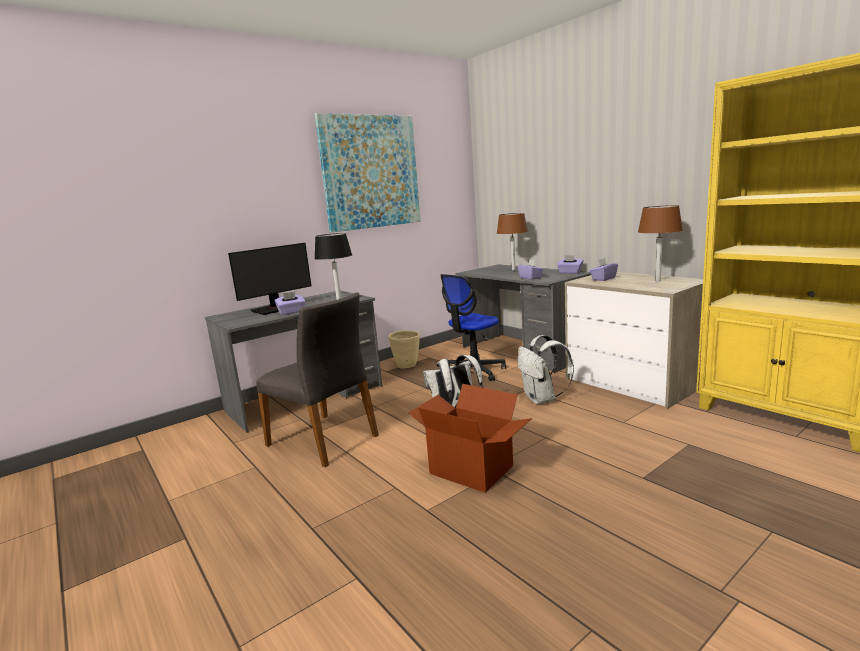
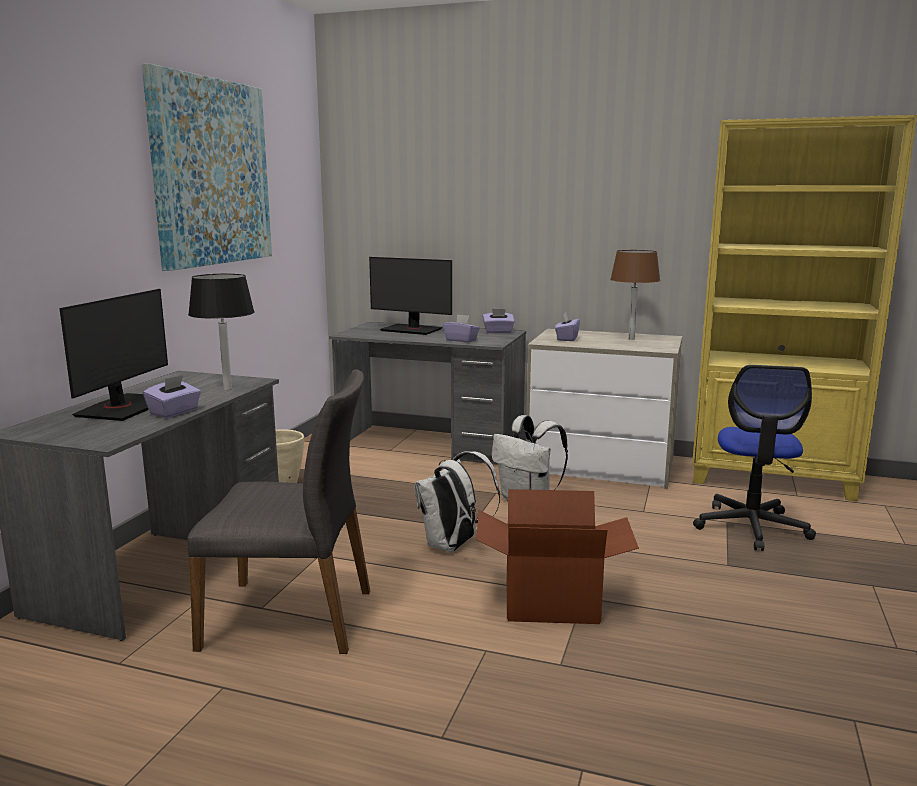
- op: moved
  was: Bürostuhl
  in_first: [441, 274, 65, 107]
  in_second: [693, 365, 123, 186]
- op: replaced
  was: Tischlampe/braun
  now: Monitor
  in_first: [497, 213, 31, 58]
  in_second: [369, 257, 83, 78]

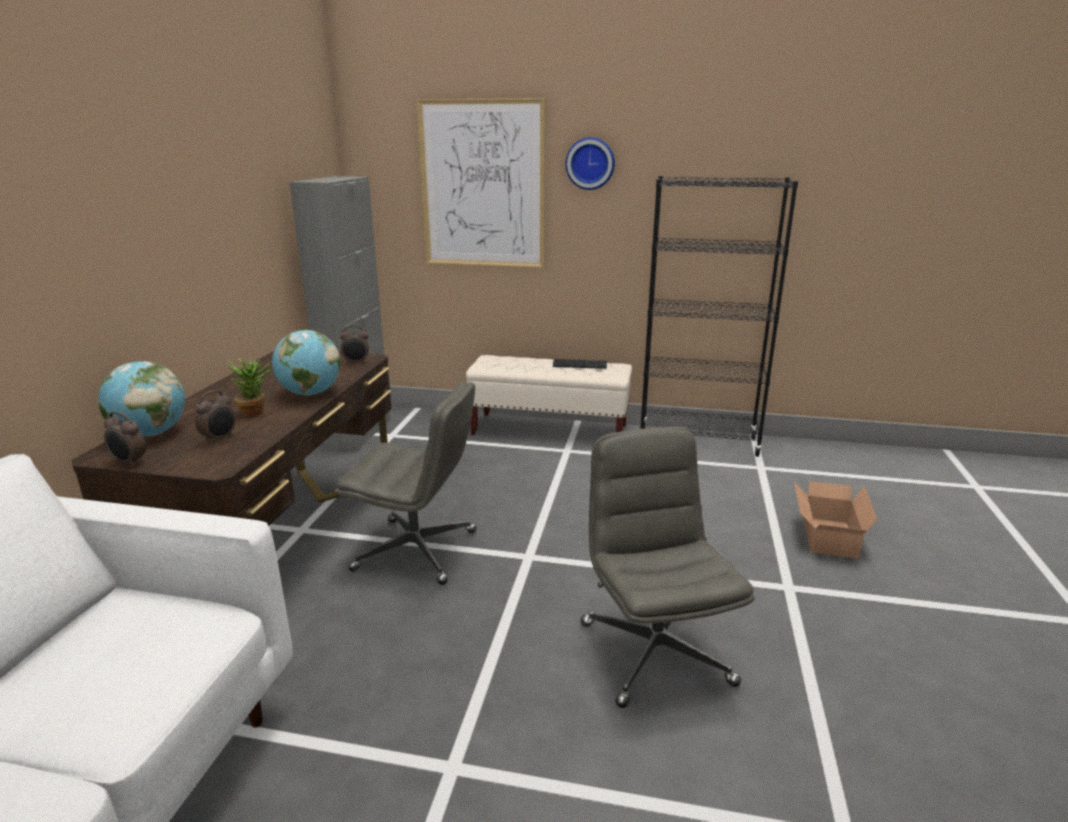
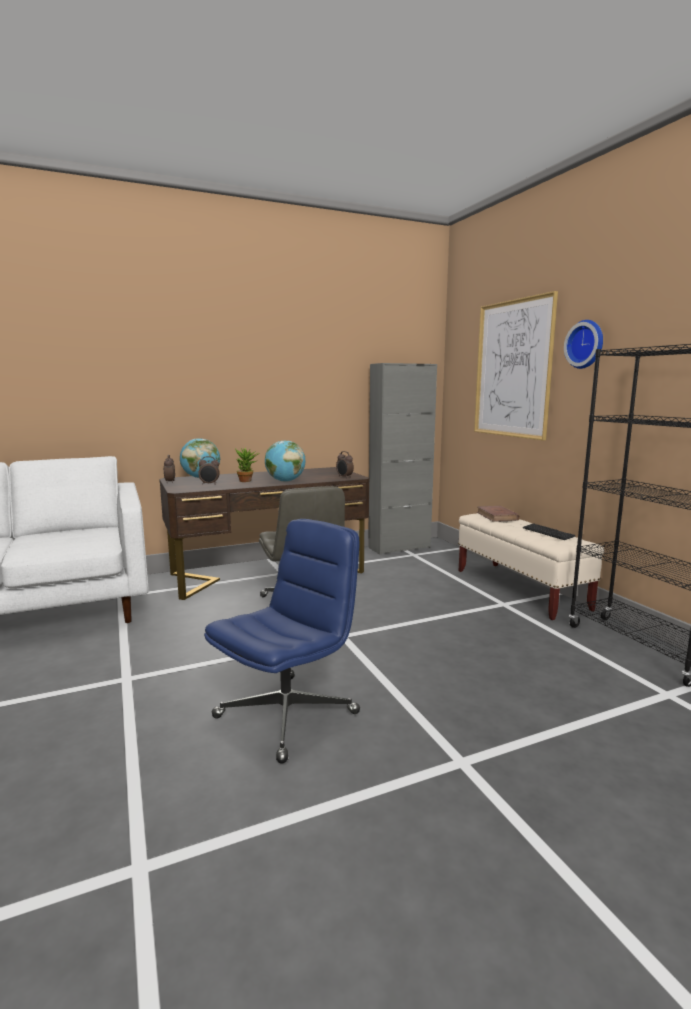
- op: recoloured
  was: Bürostuhl/grau
  now: Bürostuhl/blau
  in_first: [581, 427, 173, 281]
  in_second: [204, 519, 156, 245]
- op: removed
  was: Karton
  in_first: [794, 481, 83, 78]
- op: added
  now: Buch/braun
  in_second: [477, 506, 43, 16]

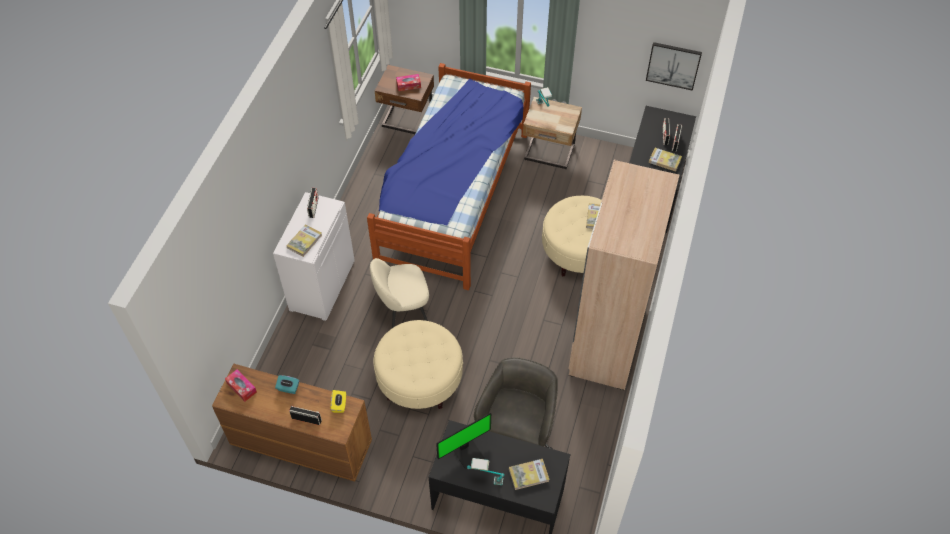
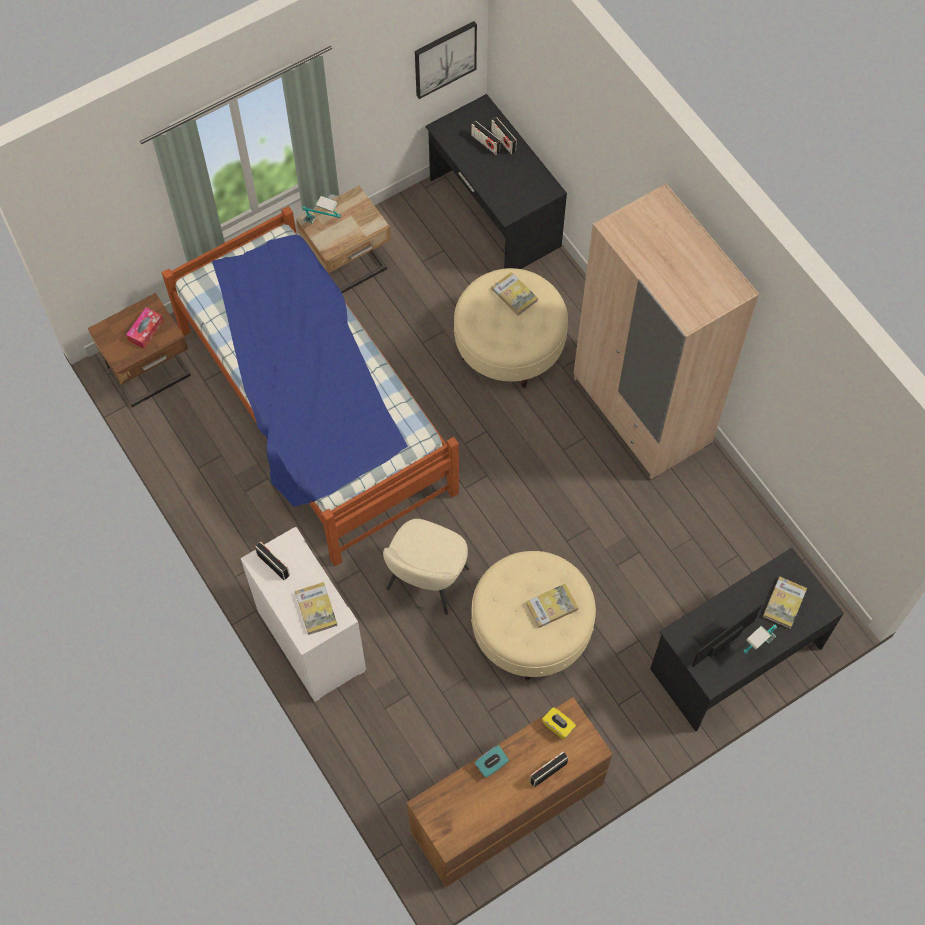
- op: removed
  was: Taschentuchbox
  in_first: [225, 369, 32, 33]
- op: turned
  was: Monitor
  in_first: [436, 413, 55, 56]
  in_second: [692, 604, 70, 63]
  clockwise: -135
- op: removed
  was: Bürostuhl/grau
  in_first: [474, 357, 84, 92]
- op: moved
  was: Buch
  in_first: [649, 148, 33, 24]
  in_second: [526, 584, 52, 44]

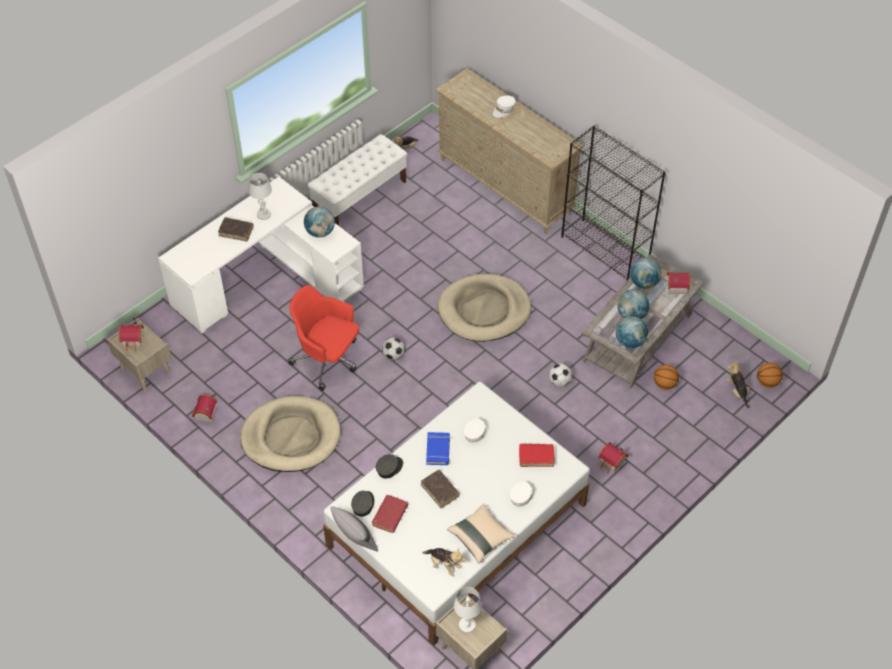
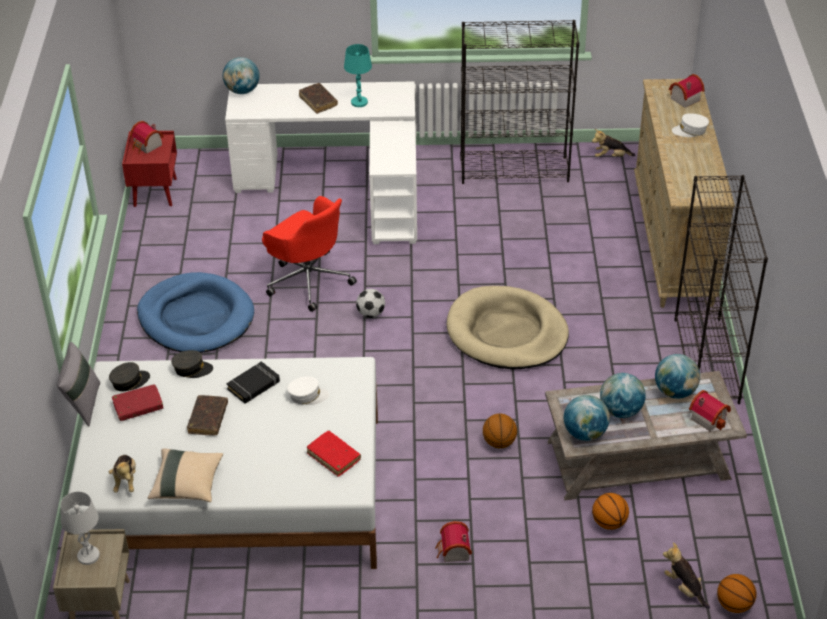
- op: recoloured
  was: Nachttisch/beige
  now: Nachttisch/rot
  in_first: [107, 318, 65, 74]
  in_second: [122, 131, 55, 76]
- op: moved
  was: Spielzeughaus
  in_first: [192, 395, 25, 28]
  in_second: [669, 74, 36, 34]
- op: recoloured
  was: Hundebett/beige
  now: Hundebett/blau
  in_first: [240, 396, 101, 76]
  in_second: [137, 272, 117, 81]
- op: recoloured
  was: Tischlampe/weiß
  now: Tischlampe/türkis
  in_first: [249, 173, 23, 47]
  in_second: [344, 44, 28, 63]
- op: turned
  was: Bürostuhl/rot
  in_first: [288, 285, 71, 106]
  in_second: [262, 196, 95, 116]
  clockwise: 150
- op: moved
  was: Globus
  in_first: [304, 207, 31, 31]
  in_second: [223, 57, 36, 37]
- op: replaced
  was: Bank/weiß
  now: Bücherregal/schwarz
  in_first: [307, 134, 100, 92]
  in_second: [460, 20, 119, 164]
- op: recoloured
  was: Buch/blau
  now: Buch/schwarz
  in_first: [426, 432, 24, 33]
  in_second: [226, 361, 54, 43]
- op: removed
  was: Kappe/weiß
  in_first: [510, 481, 24, 26]
- op: replaced
  was: Fußball
  now: Basketball
  in_first: [549, 363, 23, 23]
  in_second: [483, 414, 34, 34]
- op: turned
  was: Plüschtier
  in_first: [727, 361, 23, 47]
  in_second: [663, 542, 47, 67]
  clockwise: -60

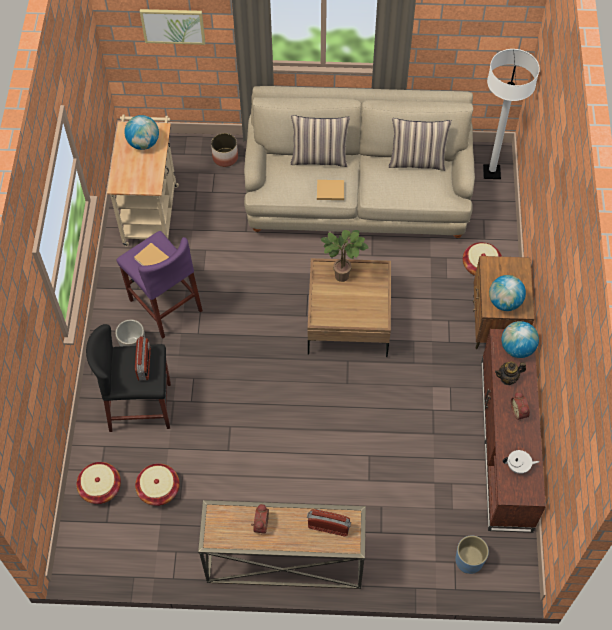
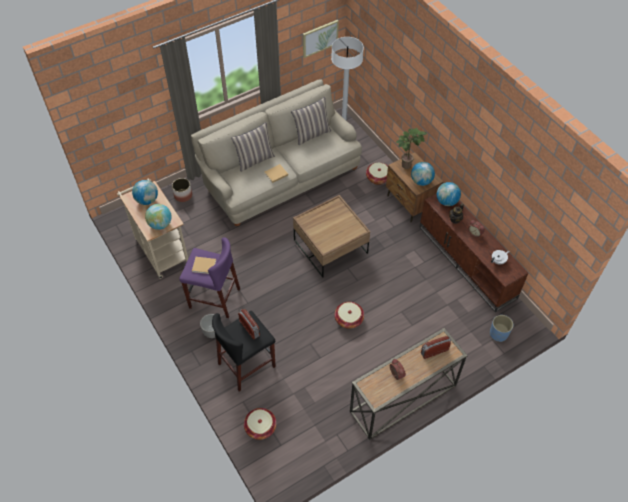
- op: moved
  was: Korb
  in_first: [135, 463, 45, 43]
  in_second: [335, 302, 29, 27]
- op: moved
  was: Bild
  in_first: [140, 9, 65, 36]
  in_second: [303, 20, 36, 38]
- op: moved
  was: Topfpflanze
  in_first: [321, 230, 47, 52]
  in_second: [396, 128, 31, 41]
- op: added
  now: Globus
  in_second: [145, 204, 27, 26]

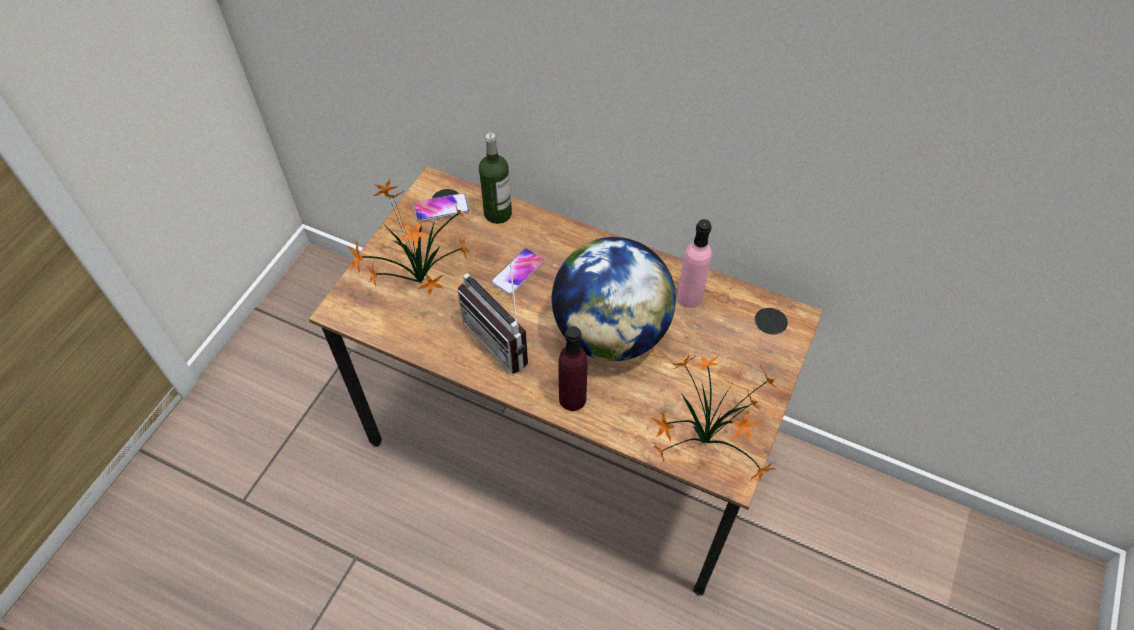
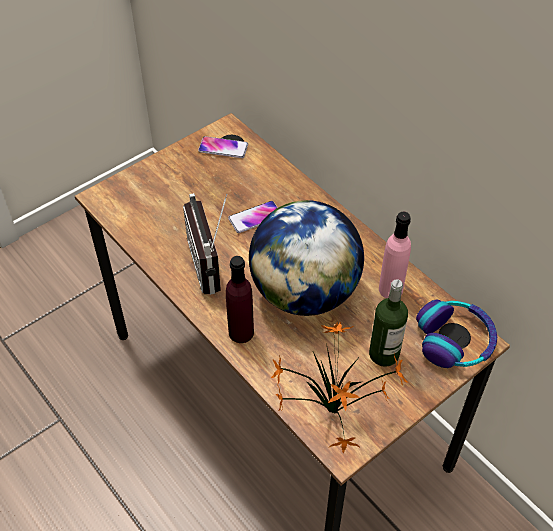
- op: removed
  was: Topfpflanze
  in_first: [347, 178, 123, 119]
- op: moved
  was: Flasche
  in_first: [479, 133, 33, 91]
  in_second: [369, 279, 39, 88]
- op: added
  now: Kopfhörer
  in_second: [416, 300, 81, 68]

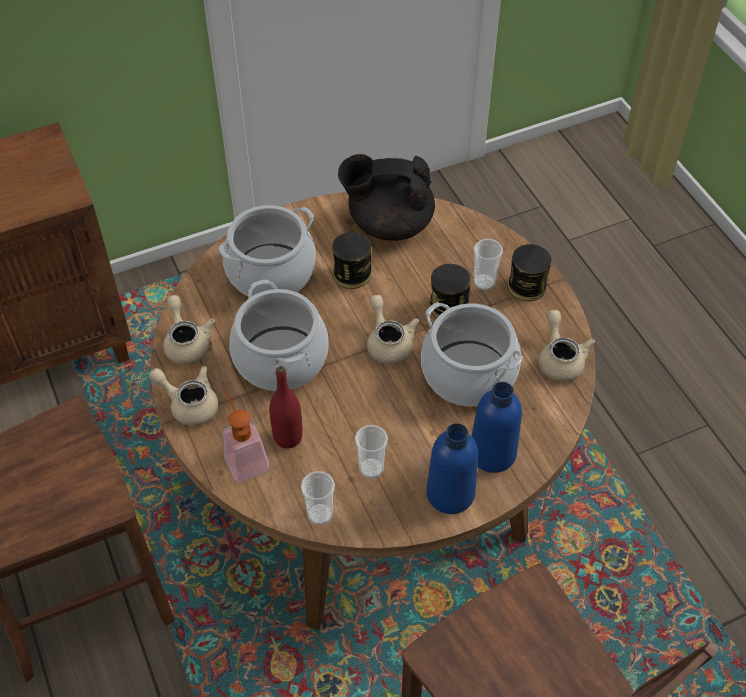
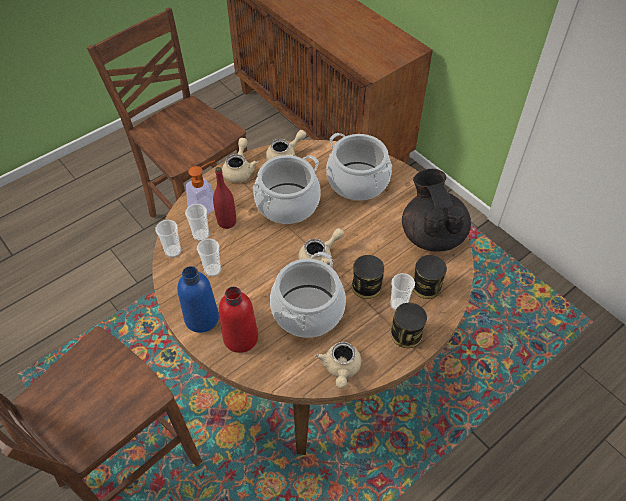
- op: moved
  was: Dose
  in_first: [332, 232, 39, 57]
  in_second: [413, 255, 34, 44]
- op: recoloured
  was: Flasche/blau
  now: Flasche/rot
  in_first: [472, 382, 50, 91]
  in_second: [219, 287, 39, 66]
- op: turned
  was: Teekanne/beige
  in_first: [539, 310, 56, 72]
  in_second: [316, 342, 45, 47]
  clockwise: 120
- op: added
  now: Tasse
  in_second: [185, 204, 24, 37]

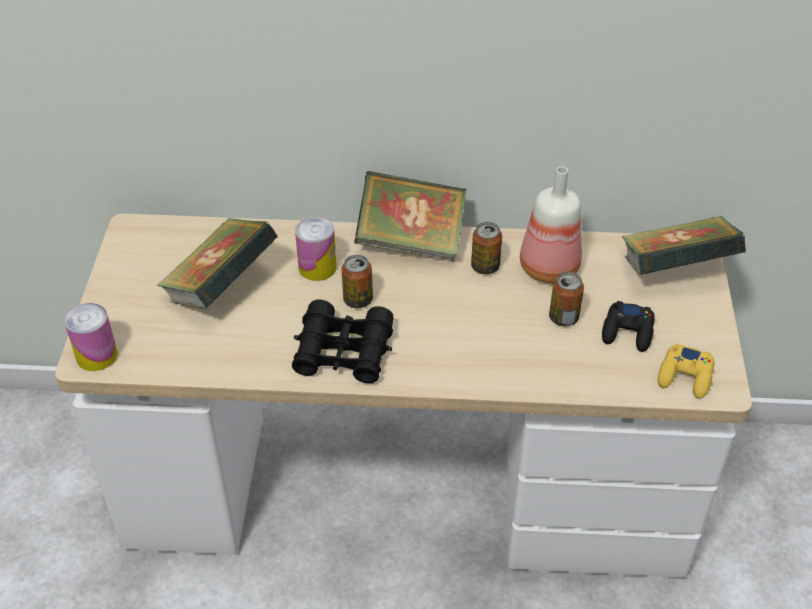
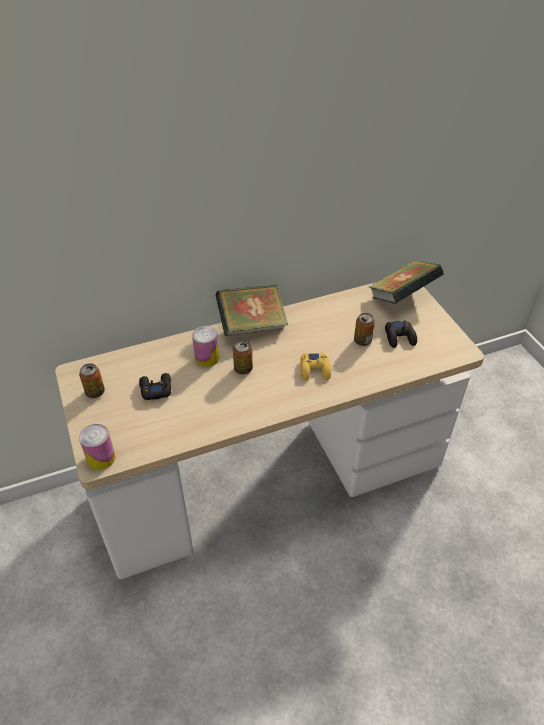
- op: replaced
  was: Buch
  now: Gamepad/schwarz
  in_first: [157, 218, 121, 91]
  in_second: [139, 373, 32, 27]
- op: removed
  was: Fernglas/schwarz
  in_first: [292, 300, 102, 83]
- op: moved
  was: Dose
  in_first: [471, 222, 31, 52]
  in_second: [79, 363, 26, 35]
- op: removed
  was: Flasche
  in_first: [520, 166, 62, 117]
- op: moved
  was: Gamepad/gelb
  in_first: [658, 343, 57, 56]
  in_second: [300, 352, 31, 29]

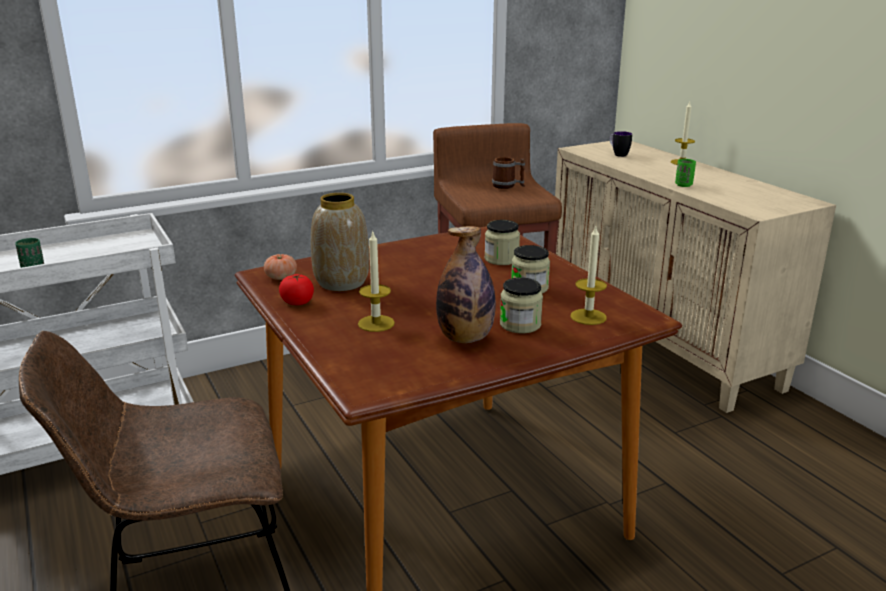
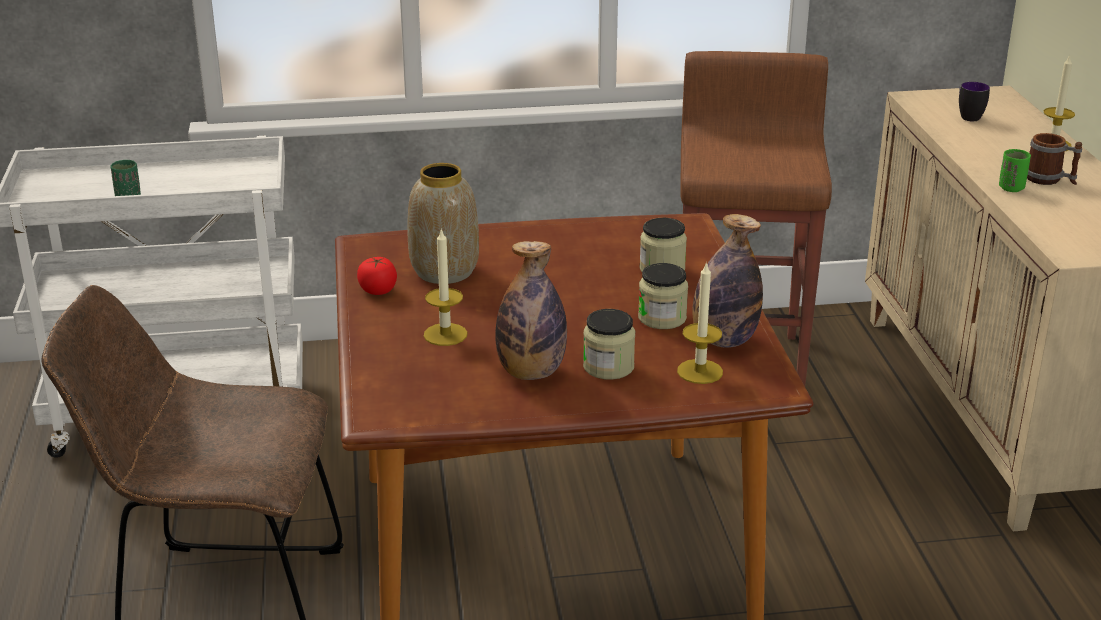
- op: removed
  was: Tomate
  in_first: [264, 254, 33, 26]
- op: moved
  was: Henkelbecher
  in_first: [492, 157, 33, 32]
  in_second: [1027, 133, 55, 52]
- op: added
  now: Flasche
  in_second: [692, 214, 71, 134]

